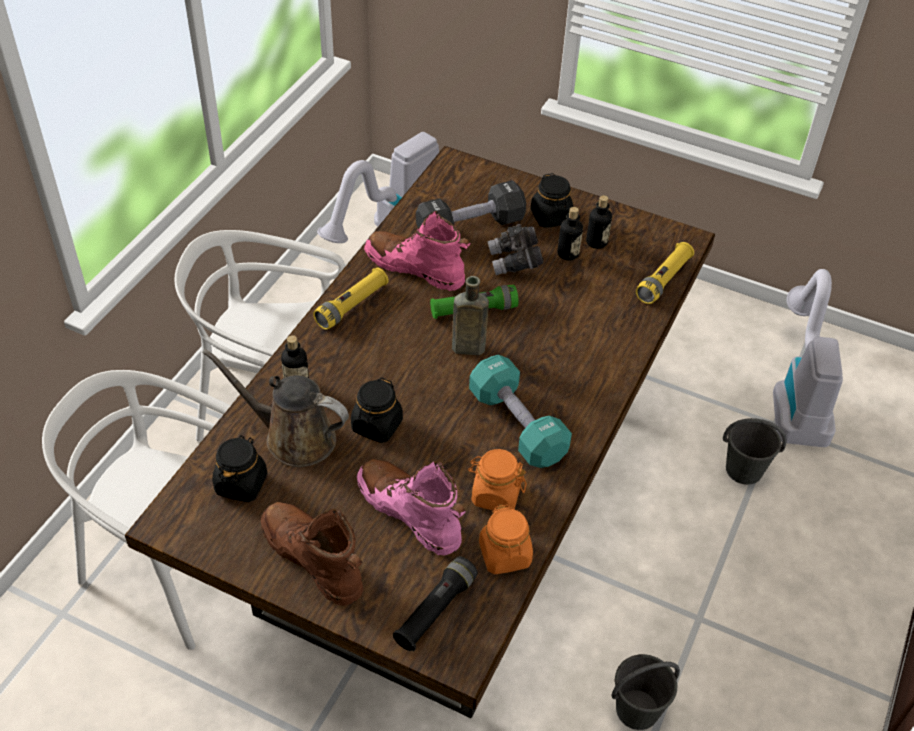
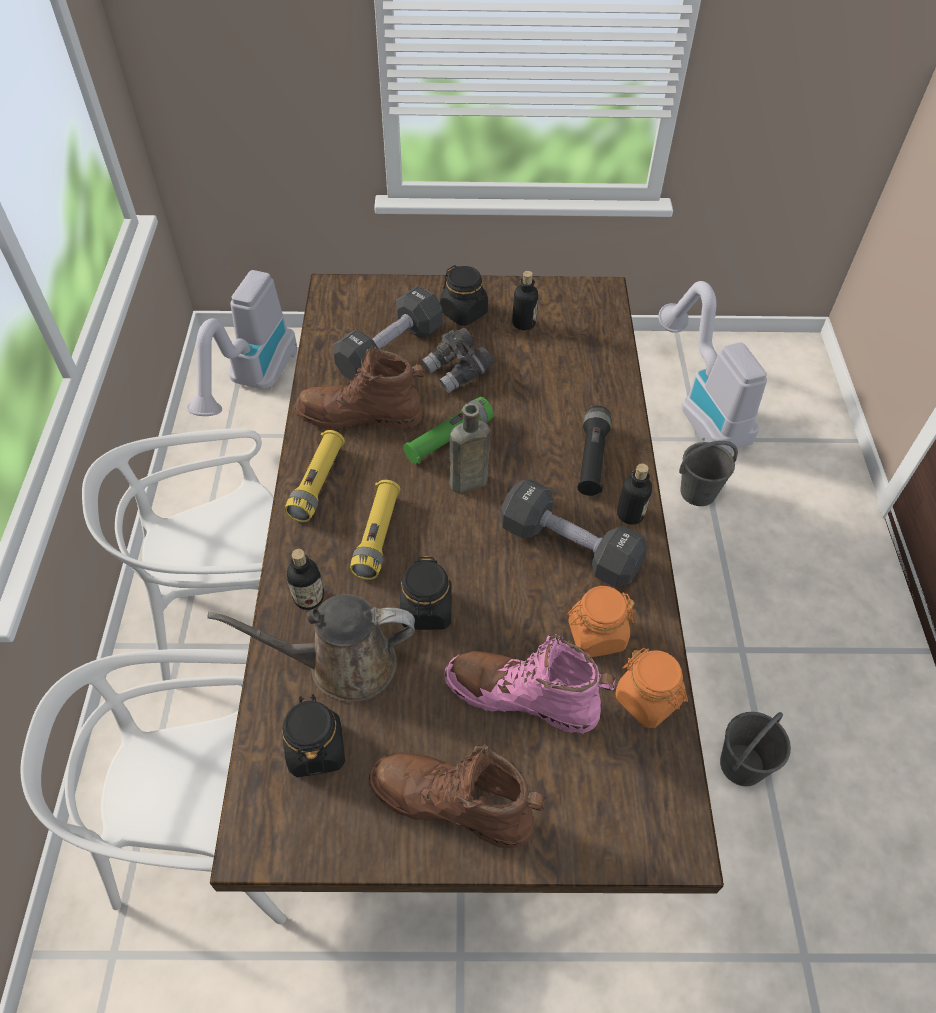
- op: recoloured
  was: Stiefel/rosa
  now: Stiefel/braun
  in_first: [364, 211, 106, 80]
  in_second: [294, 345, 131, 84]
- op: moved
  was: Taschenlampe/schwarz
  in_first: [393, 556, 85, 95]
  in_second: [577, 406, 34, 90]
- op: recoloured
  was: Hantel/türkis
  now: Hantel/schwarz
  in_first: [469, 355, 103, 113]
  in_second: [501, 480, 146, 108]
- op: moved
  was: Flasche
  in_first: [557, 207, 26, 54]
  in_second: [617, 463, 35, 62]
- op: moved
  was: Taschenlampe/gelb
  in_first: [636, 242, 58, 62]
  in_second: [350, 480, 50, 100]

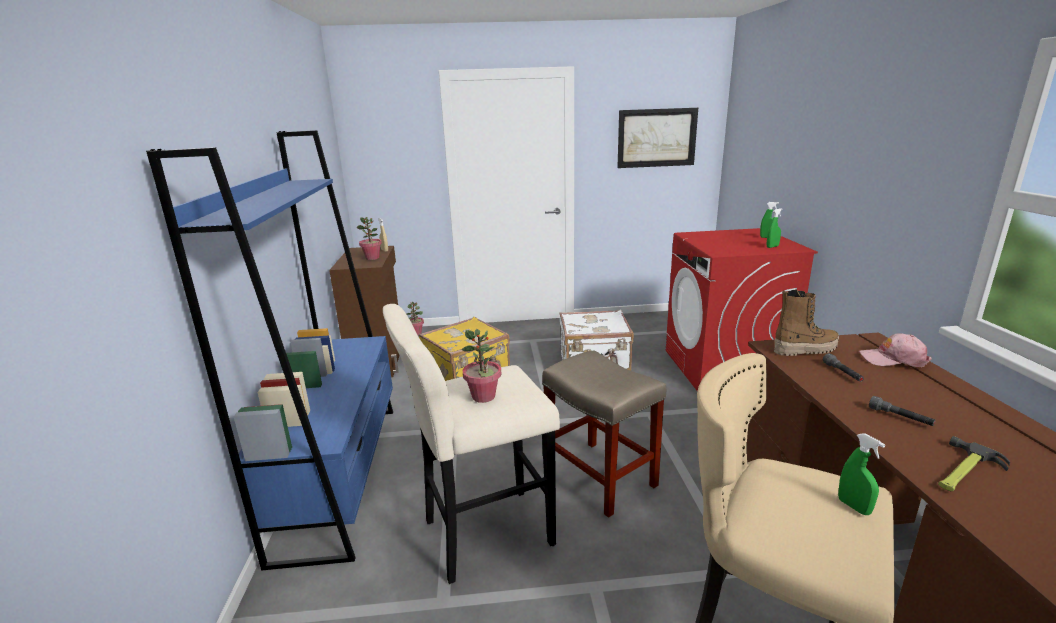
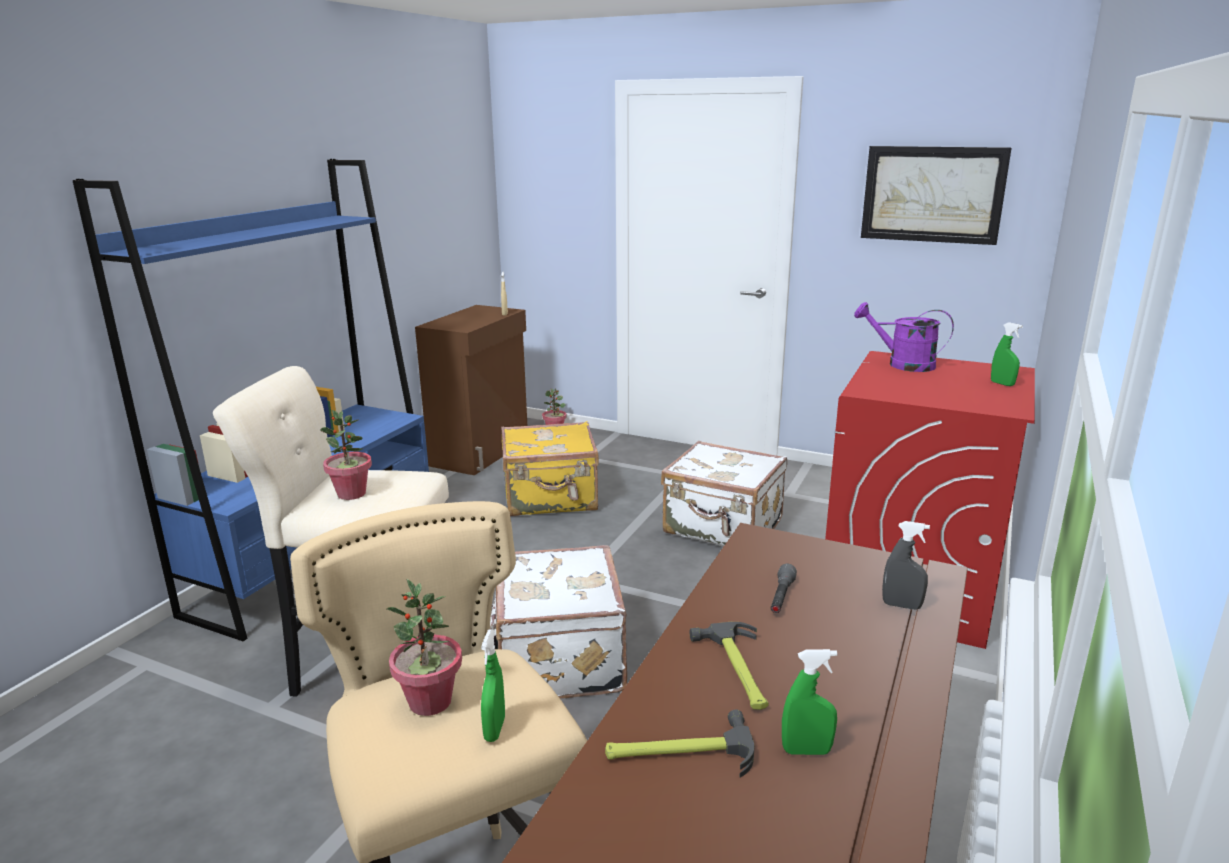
- op: moved
  was: Topfpflanze
  in_first: [357, 217, 25, 43]
  in_second: [387, 579, 75, 137]
- op: replaced
  was: Hocker/beige
  now: Koffer/weiß
  in_first: [542, 350, 124, 168]
  in_second: [490, 545, 137, 154]
- op: moved
  was: Sprühflasche/grün
  in_first: [767, 208, 16, 40]
  in_second: [782, 649, 55, 106]
- op: removed
  was: Stiefel
  in_first: [774, 289, 65, 67]
- op: replaced
  was: Kappe/rosa
  now: Sprühflasche/grau
  in_first: [859, 333, 73, 34]
  in_second: [882, 521, 48, 89]
- op: replaced
  was: Taschenlampe/grau
  now: Hammer
  in_first: [869, 396, 67, 30]
  in_second: [690, 622, 79, 88]
- op: added
  now: Gießkanne/lila
  in_second: [854, 302, 100, 70]

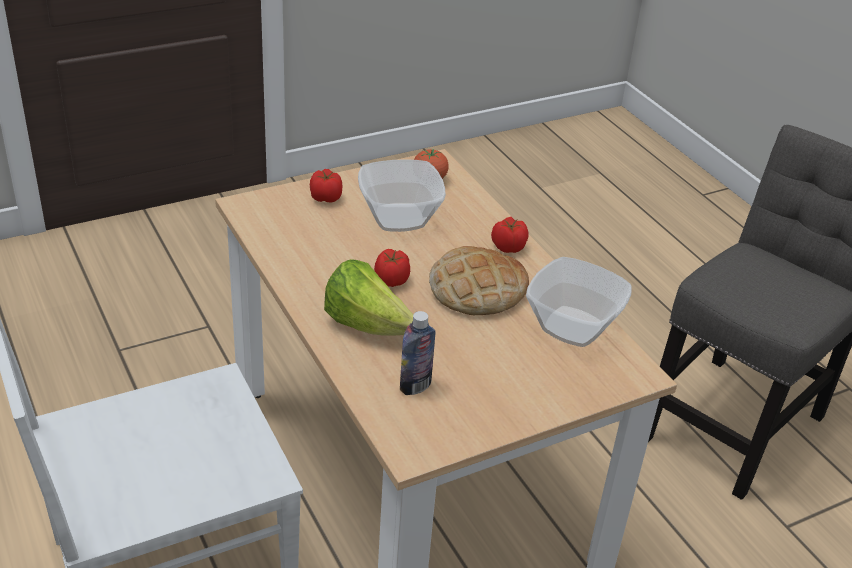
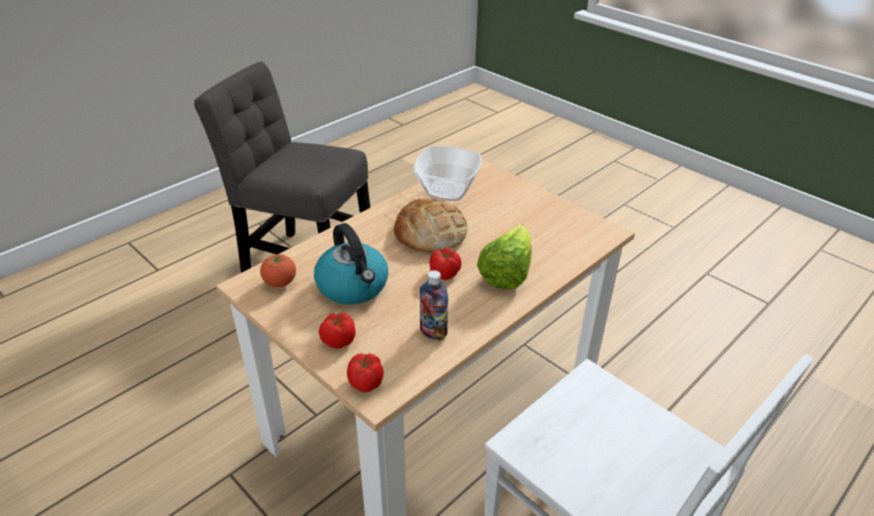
- op: replaced
  was: Schüssel
  now: Wasserkessel
  in_first: [358, 159, 88, 73]
  in_second: [314, 223, 75, 82]
- op: moved
  was: Flasche
  in_first: [400, 311, 36, 84]
  in_second: [420, 270, 28, 70]
- op: moved
  was: Tomate
  in_first: [491, 217, 38, 36]
  in_second: [347, 353, 37, 39]

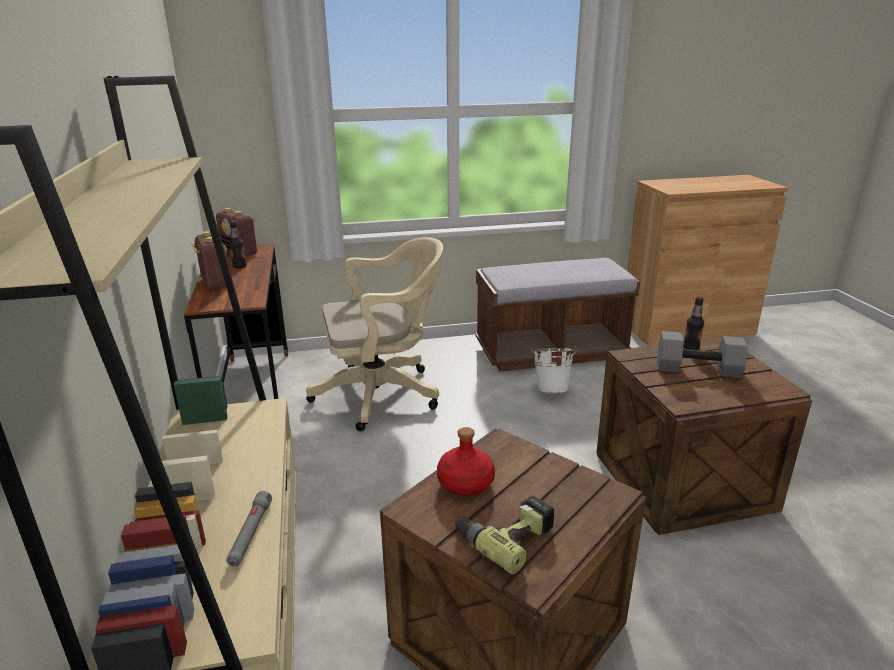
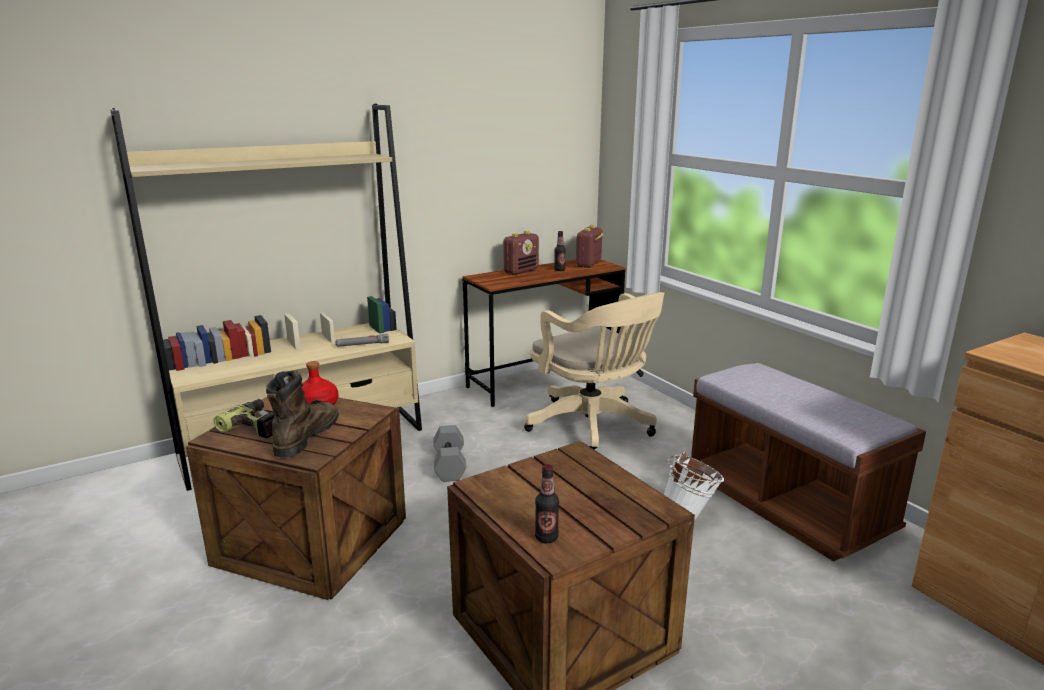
- op: moved
  was: Taschenlampe/grau
  in_first: [226, 491, 46, 75]
  in_second: [335, 334, 54, 13]
- op: moved
  was: Hantel/grau
  in_first: [657, 331, 91, 47]
  in_second: [433, 425, 33, 57]
- op: moved
  was: Flasche
  in_first: [683, 296, 21, 54]
  in_second: [535, 464, 24, 79]
- op: added
  now: Stiefel/braun
  in_second: [266, 371, 73, 86]

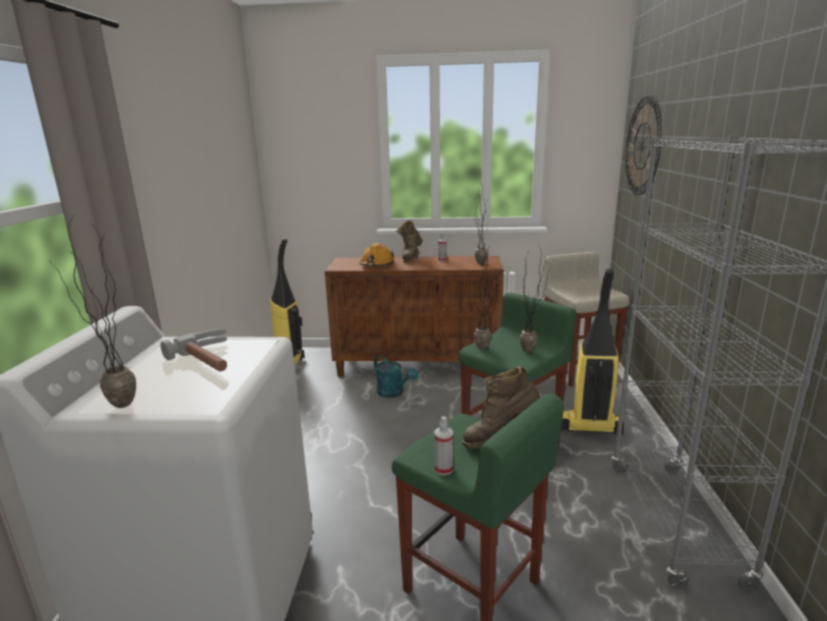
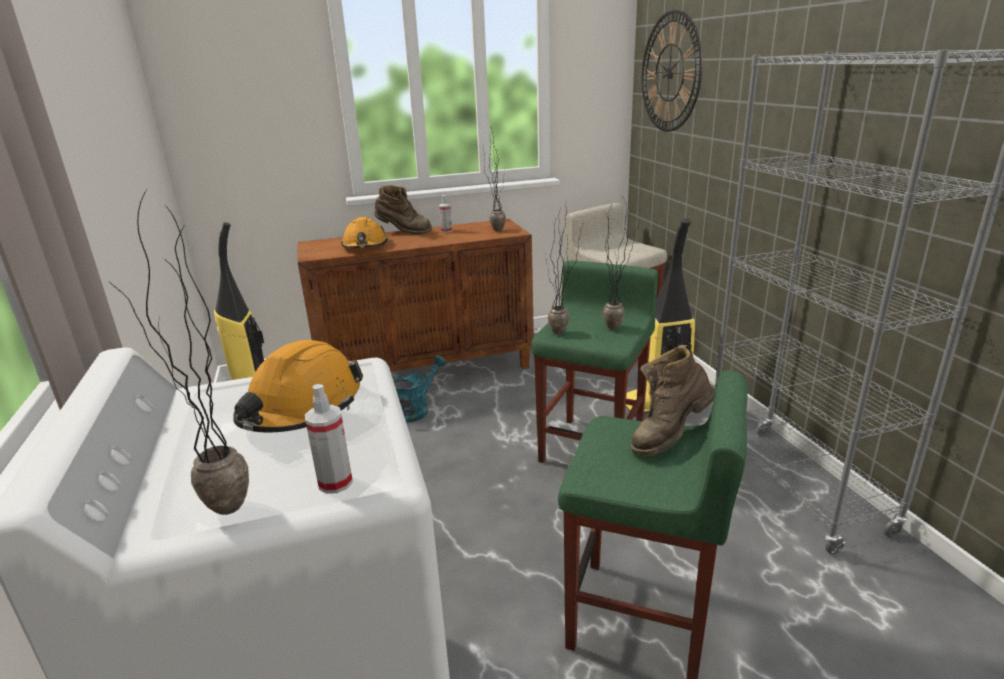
- op: replaced
  was: Hammer
  now: Schutzhelm/orange
  in_first: [161, 329, 66, 42]
  in_second: [233, 340, 130, 92]
- op: turned
  was: Gießkanne/türkis
  in_first: [374, 355, 44, 43]
  in_second: [393, 355, 53, 68]
  clockwise: -75
- op: turned
  was: Stiefel/braun
  in_first: [396, 220, 27, 42]
  in_second: [374, 185, 58, 50]
  clockwise: -75
- op: moved
  was: Sprühflasche
  in_first: [435, 416, 18, 59]
  in_second: [305, 384, 48, 110]

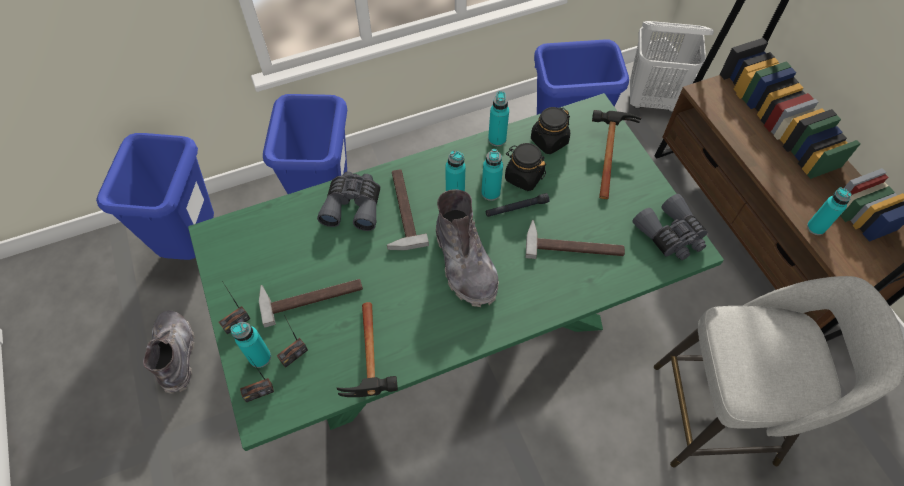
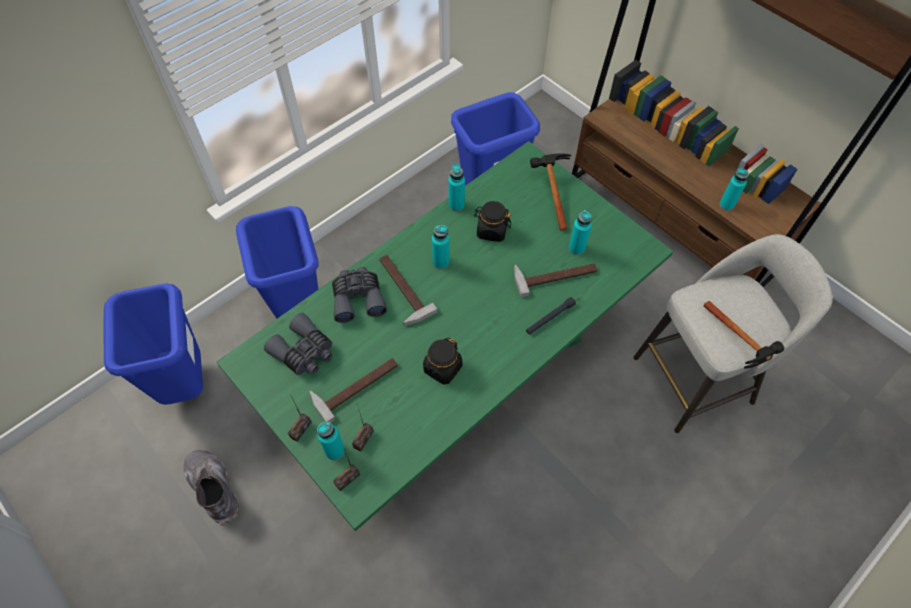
- op: moved
  was: Hammer
  in_first: [337, 302, 61, 95]
  in_second: [704, 301, 80, 68]
- op: removed
  was: Stiefel/grau
  in_first: [436, 189, 63, 118]
- op: moved
  was: Flasche/türkis
  in_first: [481, 149, 22, 52]
  in_second: [569, 210, 23, 45]
- op: moved
  was: Taschenlampe/schwarz
  in_first: [486, 193, 64, 24]
  in_second: [526, 297, 50, 37]
- op: moved
  was: Vorratsglas/schwarz
  in_first: [531, 107, 39, 47]
  in_second: [423, 337, 40, 48]
- op: removed
  was: Wäschekorb/weiß
  in_first: [630, 21, 84, 91]
- op: moved
  was: Fernglas/grau
  in_first: [632, 194, 76, 66]
  in_second: [264, 313, 68, 62]

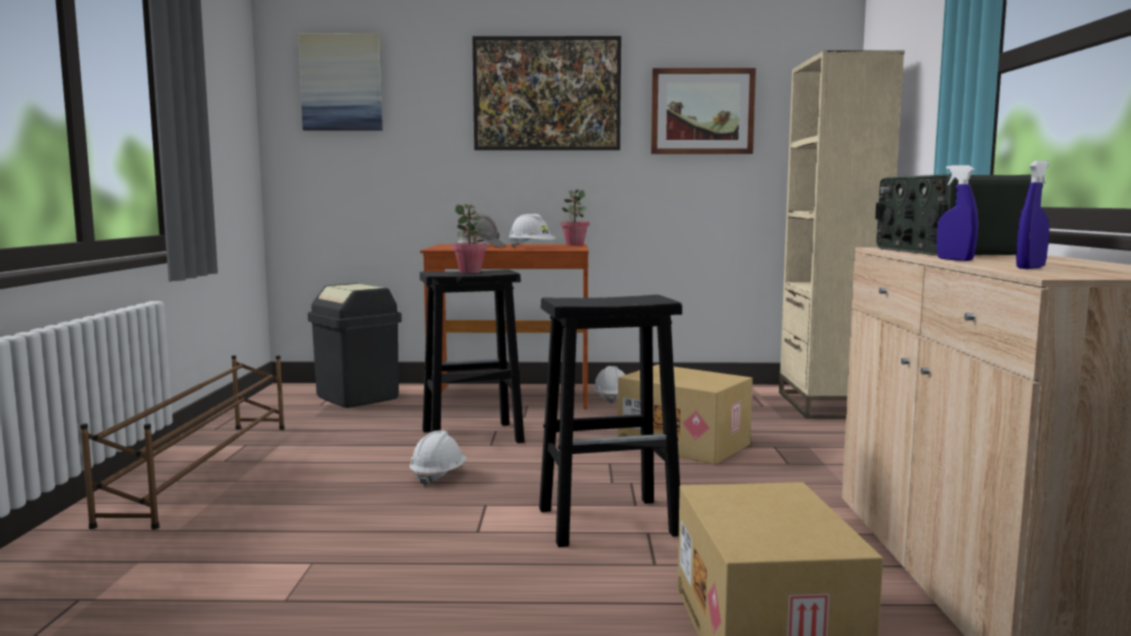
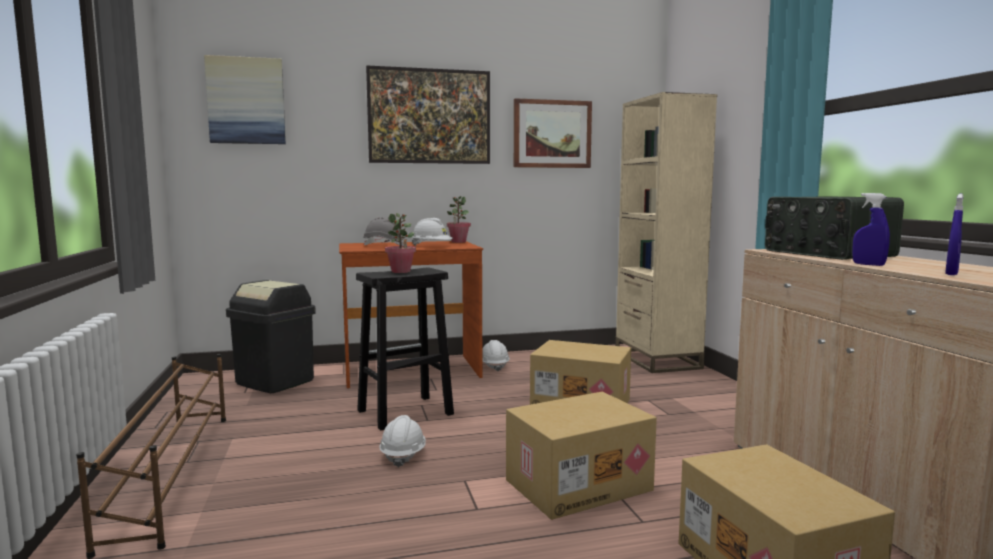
- op: replaced
  was: Hocker/schwarz
  now: Karton
  in_first: [539, 295, 143, 252]
  in_second: [506, 392, 151, 128]

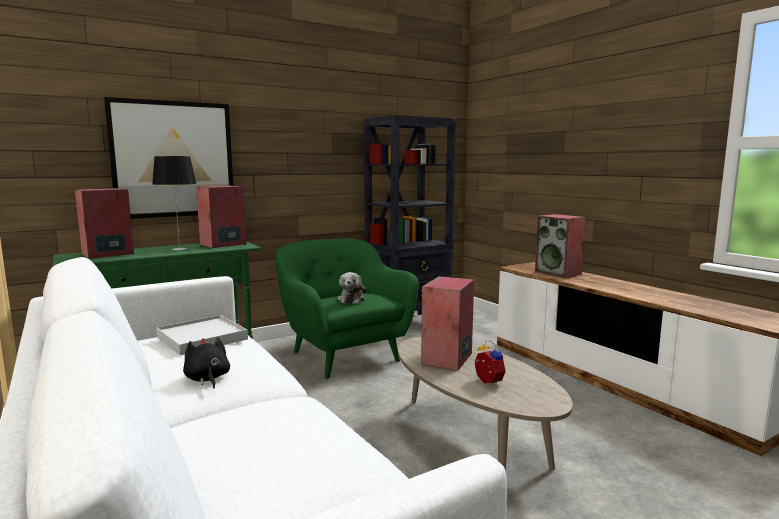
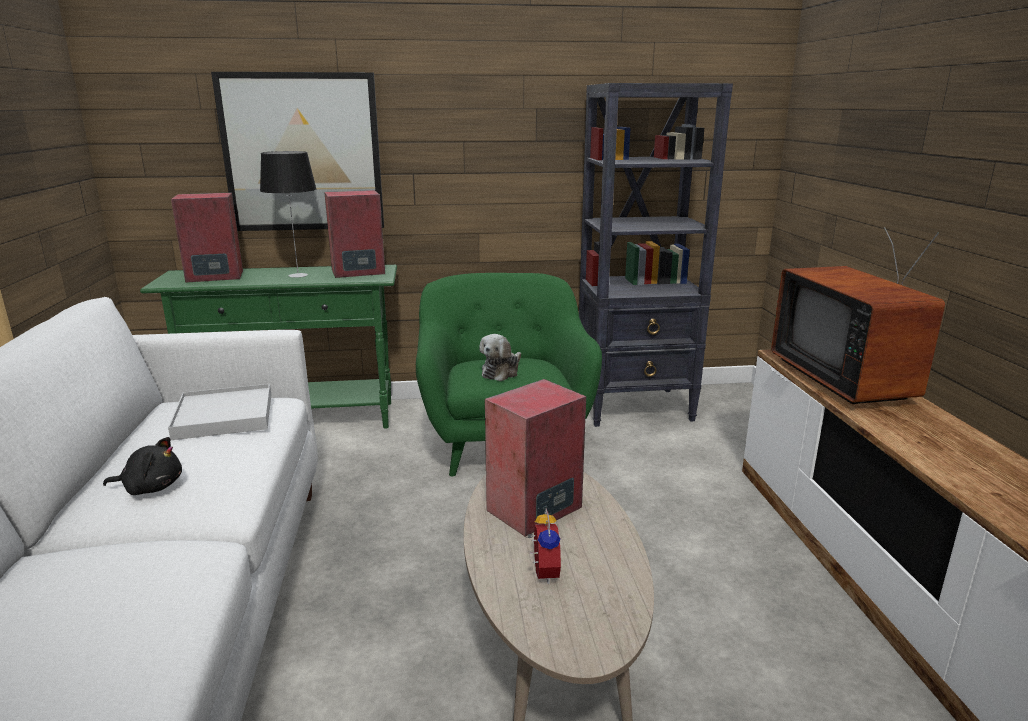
- op: turned
  was: Plüschtier/schwarz
  in_first: [183, 337, 47, 52]
  in_second: [103, 437, 79, 58]
  clockwise: 90
- op: replaced
  was: Lautsprecher
  now: Fernseher
  in_first: [535, 214, 51, 64]
  in_second: [771, 227, 174, 177]

